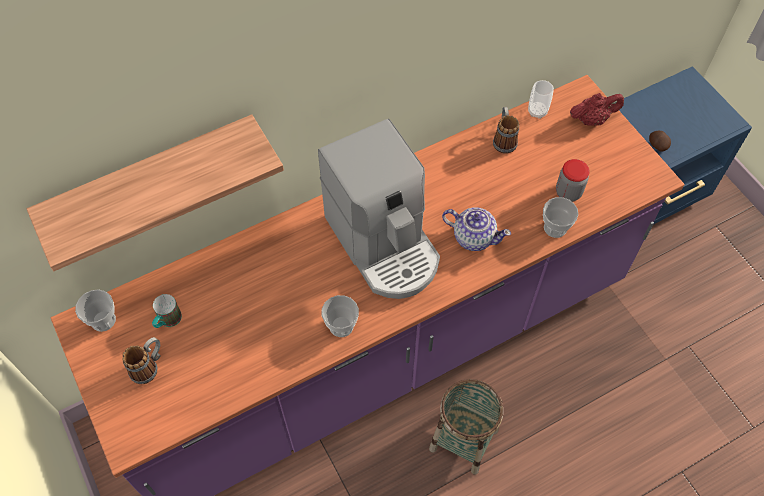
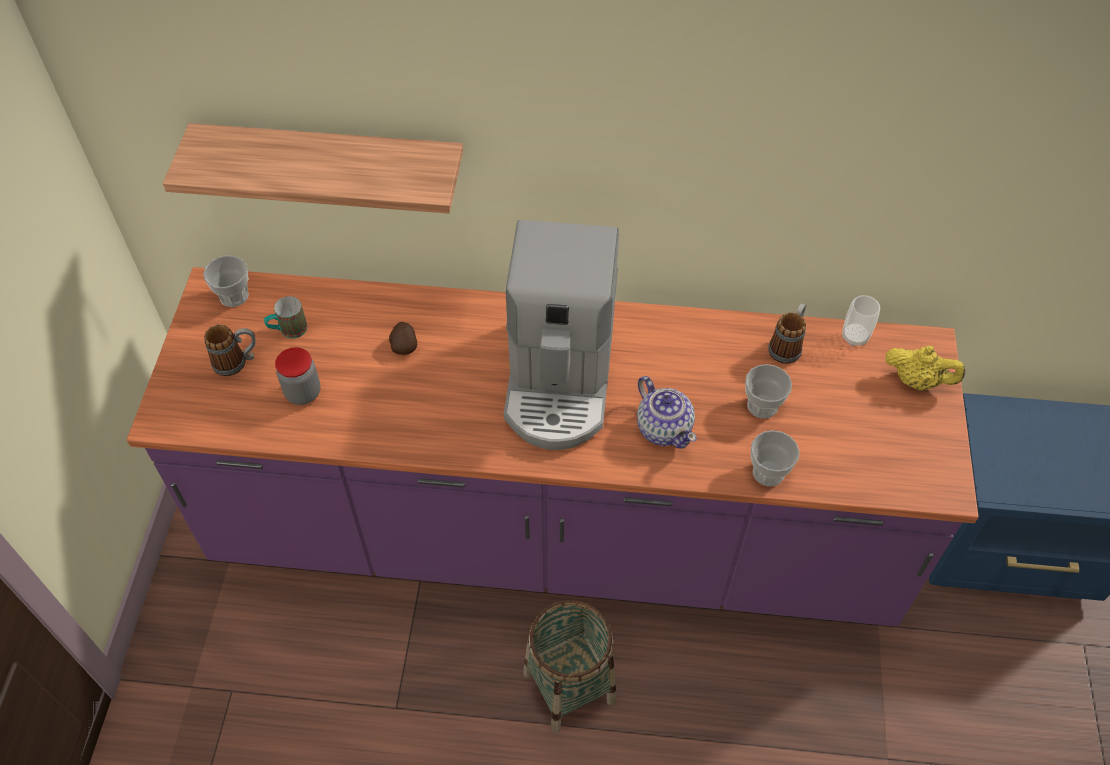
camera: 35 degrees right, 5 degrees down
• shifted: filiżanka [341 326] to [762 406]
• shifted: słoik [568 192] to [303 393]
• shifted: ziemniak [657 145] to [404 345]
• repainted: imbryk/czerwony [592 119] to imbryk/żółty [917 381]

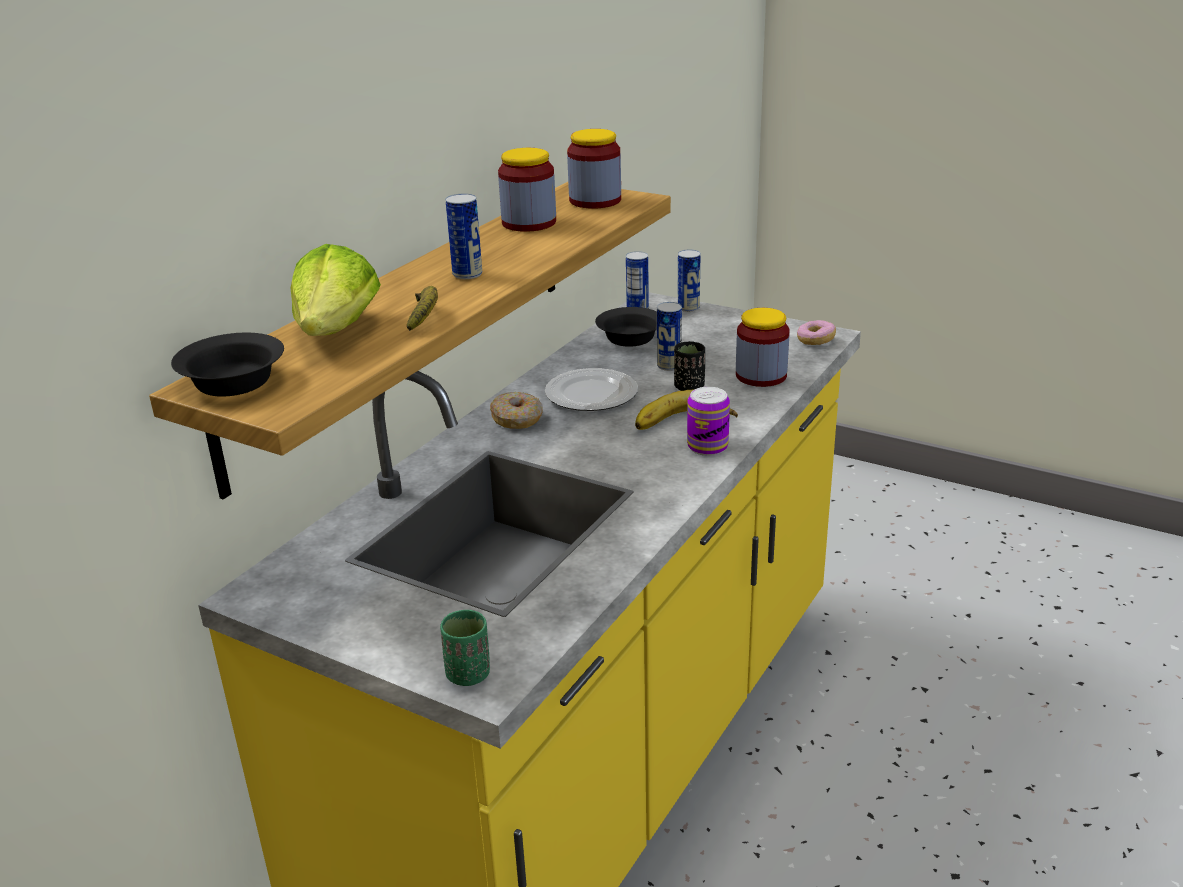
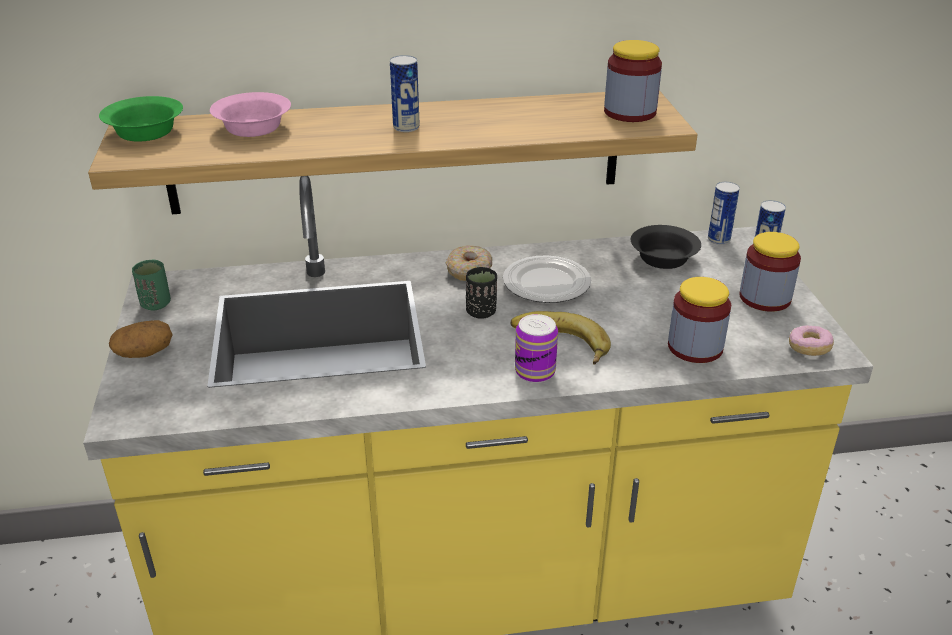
camera: 50 degrees right, 5 degrees up
• gone: banan [424 317]
• gone: puszka [669 366]
• new: ziemniak [144 353]
• shifted: filiżanka/zielony [468 675] to [156 304]
• shifted: słoik [529 223] to [765 298]
• shifted: filiżanka/czarny [689 387] to [481 312]
• swapped: sałata [337 331] to miska/różowy [255 128]
• repainted: miska/czarny [236 382] to miska/zielony [147 133]

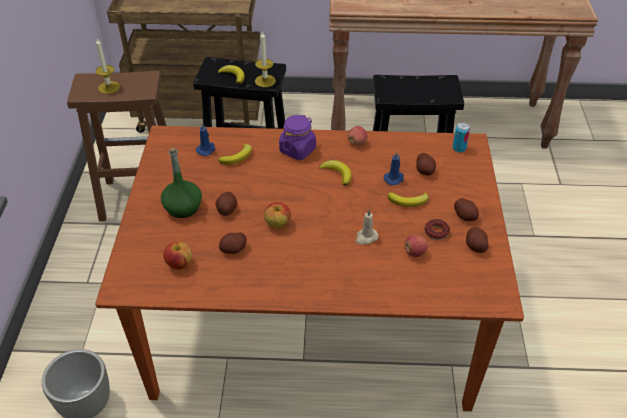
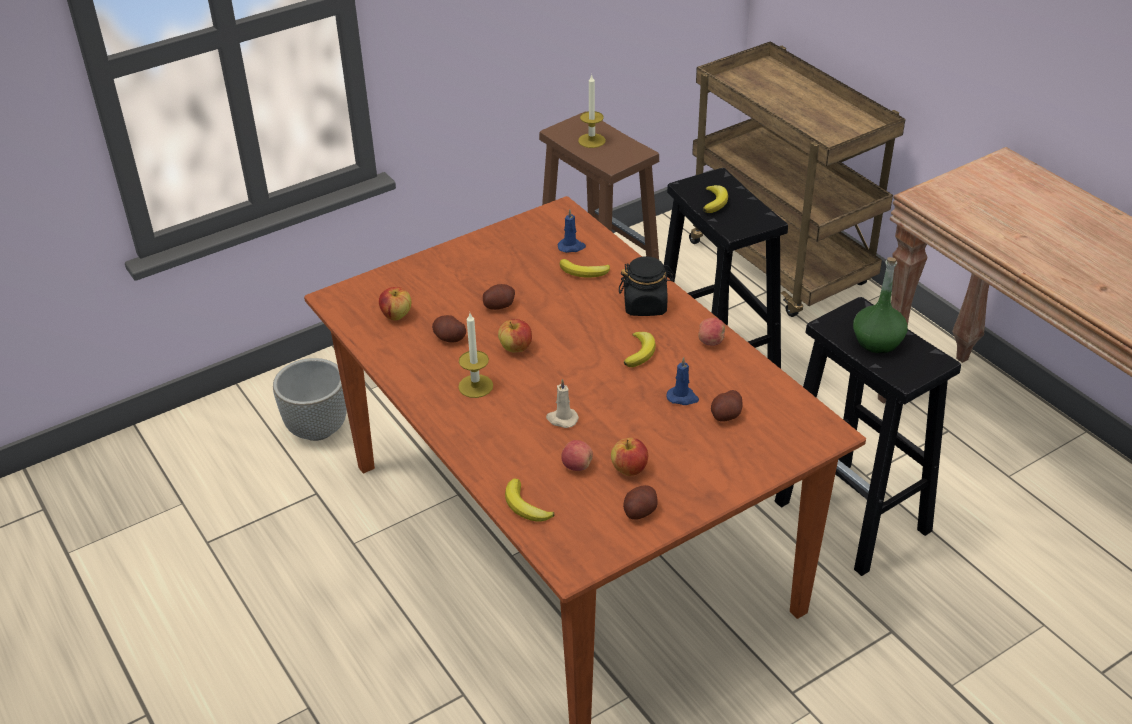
camera: 55 degrees right, 5 degrees down
• gone: puszka [459 148]
• gone: ziemniak [465 216]
• shifted: butelka/zielony [183 207] to [877 341]
• shifted: świeca [265 81] to [475 386]
• shifted: banan [408 201] to [525 506]
• swapped: donut [436 232] to jabłko [629 469]
• repainted: słoik/fioletowy [297 150] to słoik/czarny [645 305]

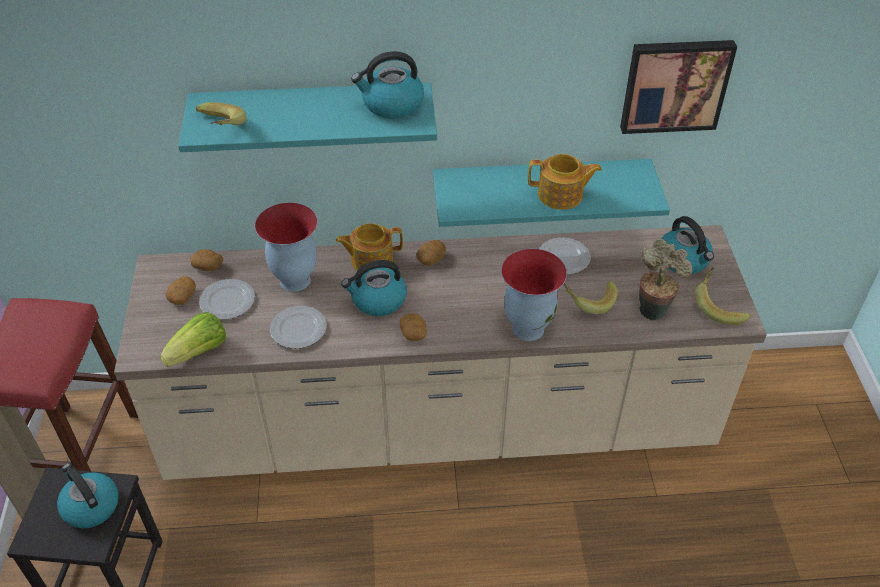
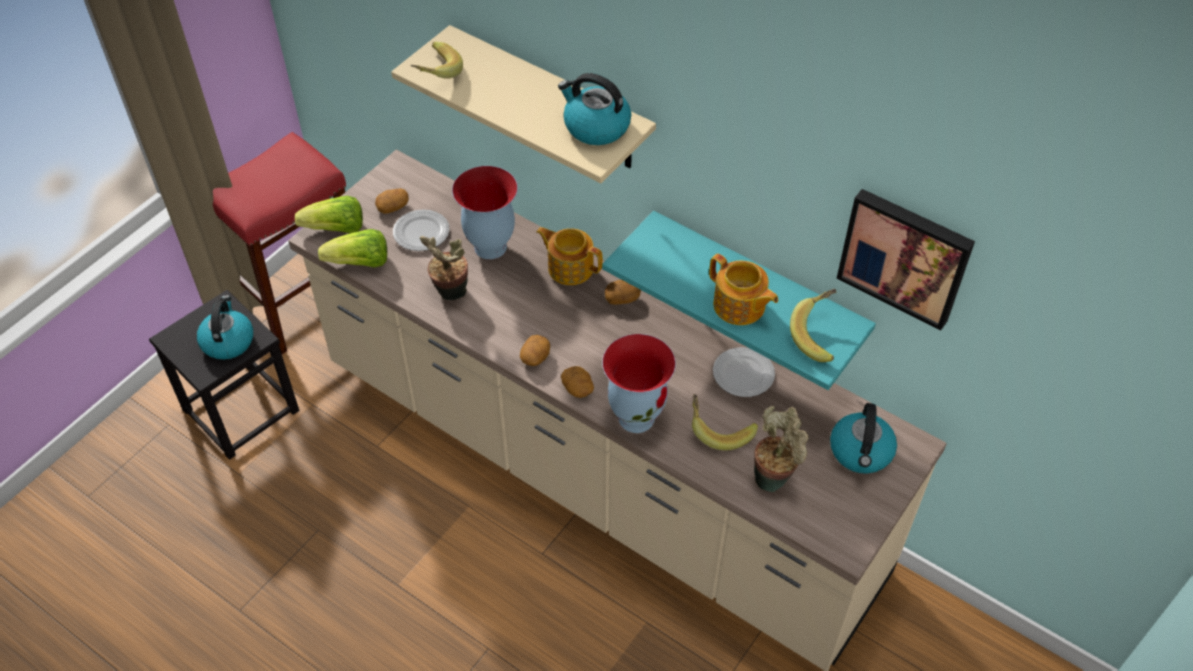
camera: 40 degrees right, 5 degrees up
• gone: czajnik [378 300]
• new: sałata [336 229]
• shifted: ziemniak [209 266] to [578 388]
• shifted: banan [719 306] to [819 335]
• swapped: talerz [299 330] to roślina doniczkowa [449 293]
• repainted: półka/turkusowy [313 115] to półka/beżowy [550 100]

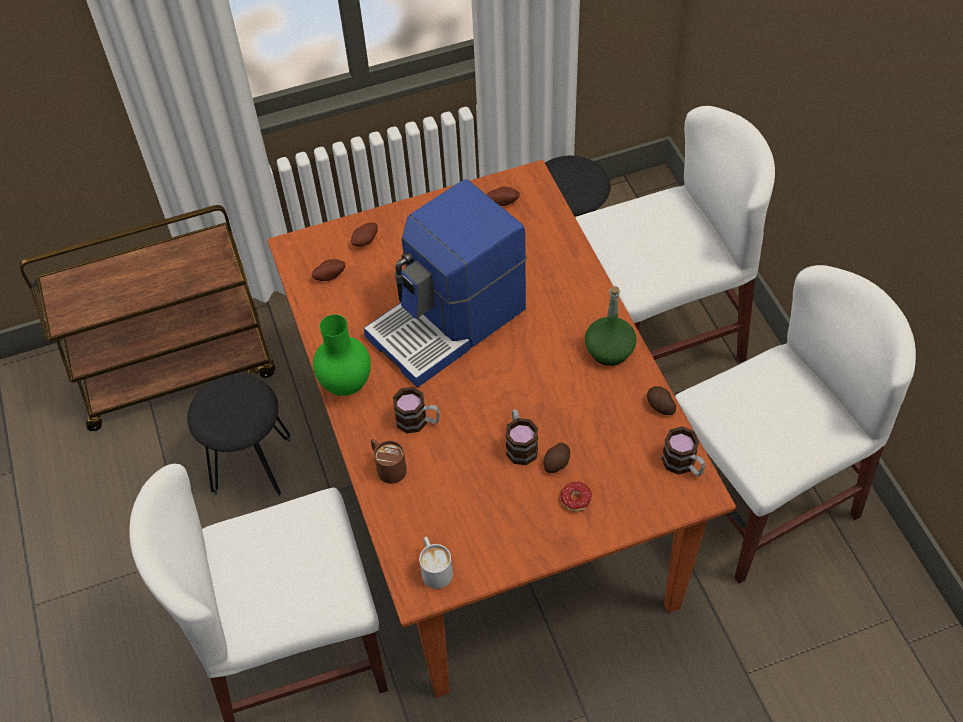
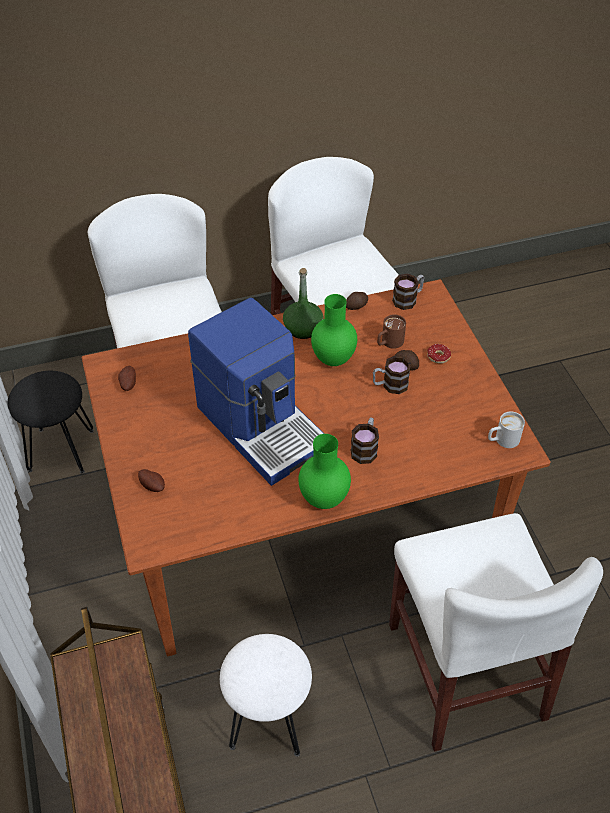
camera: 90 degrees left, 5 degrees down
• gone: ziemniak [329 275]
• new: wazon/zielony [333 359]
• shifted: kubek/brązowy [387 466] to [389 343]
• repainted: stołek/czarny [252 465] to stołek/biały [268 718]

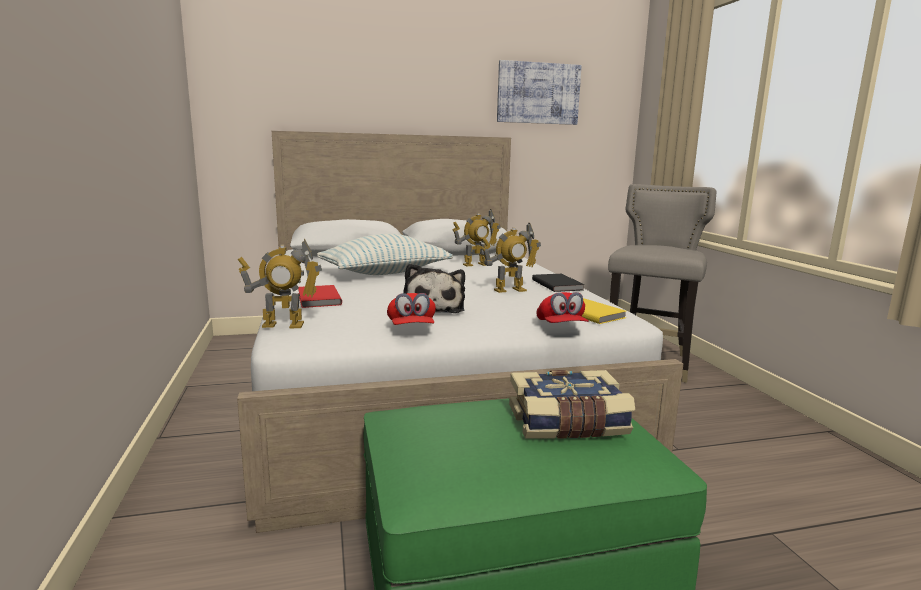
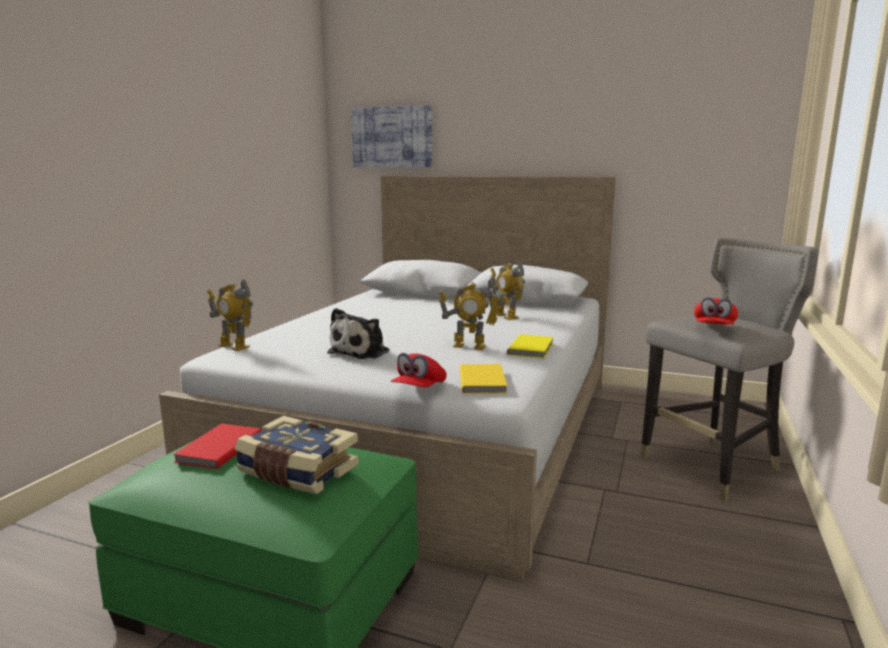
camera: 35 degrees right, 0 degrees up
• gone: poduszka [385 273]
• shifted: książka/czerwony [317 299] to [217 449]
• shifted: czapka z daszkiem/czerwony [411 329] to [714 329]
• shifted: obraz [538 93] to [392 137]
• repainted: książka/czarny [558 285] to książka/żółty [532 348]
• rotated: robot zabawkowy [476 264] = [506 316] 45 degrees clockwise

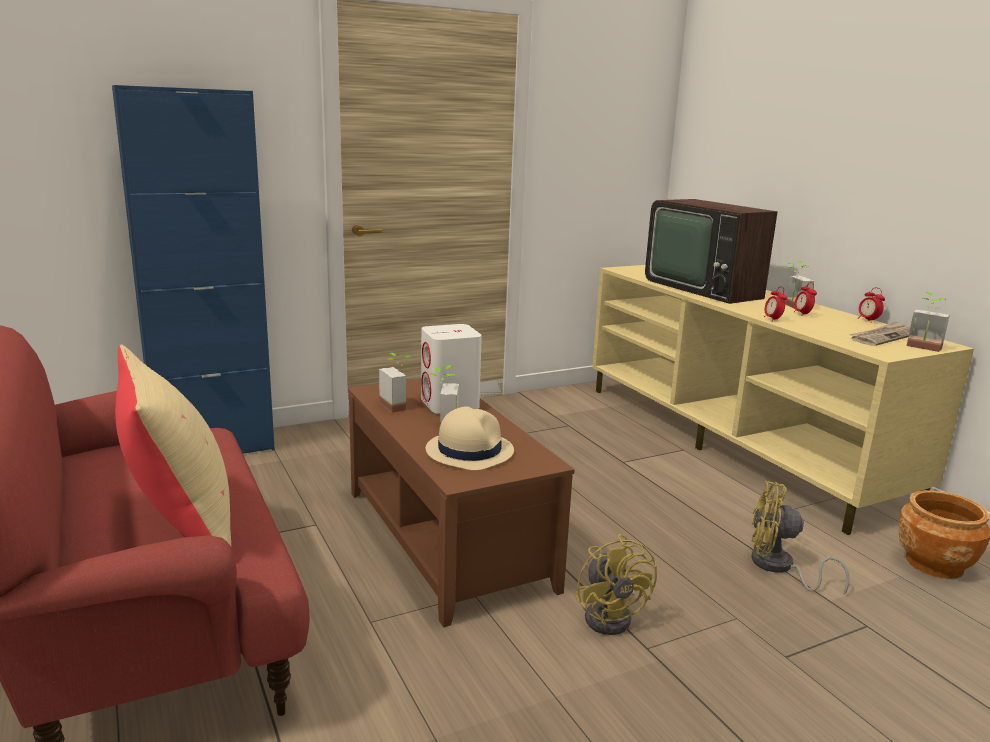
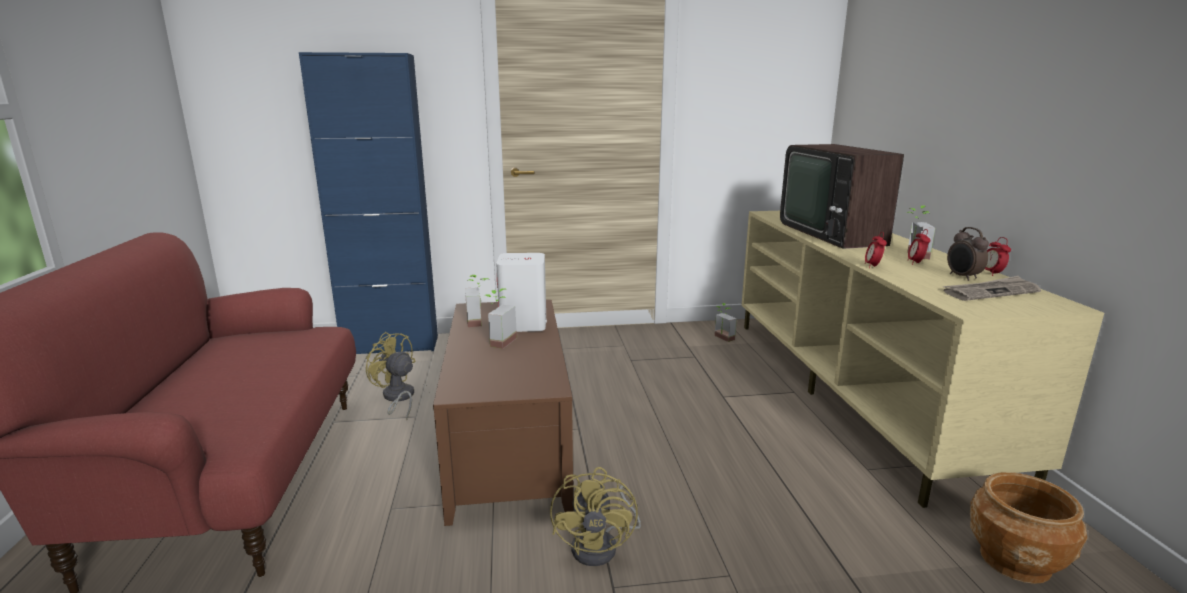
camera: 20 degrees right, 0 degrees up
• gone: poduszka/beżowy [180 525]
• gone: kapelusz/beżowy [469 450]
• new: budzik [962 277]
• shifted: wentylator/żółty [779 567] to [397 398]
• shifted: roślina doniczkowa [922 348] to [721 338]

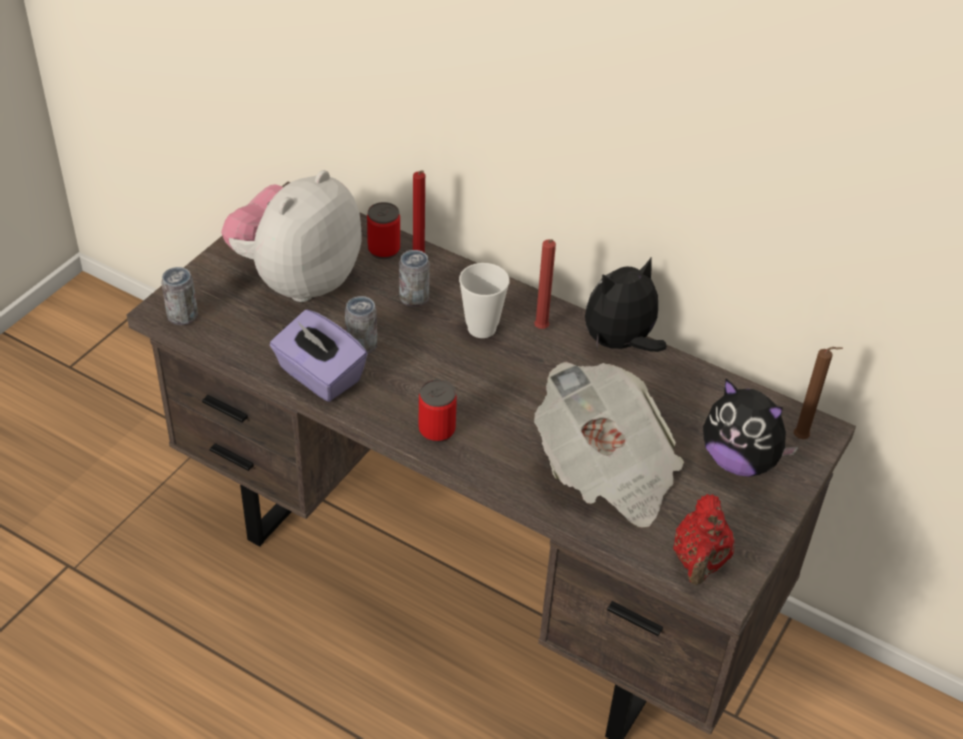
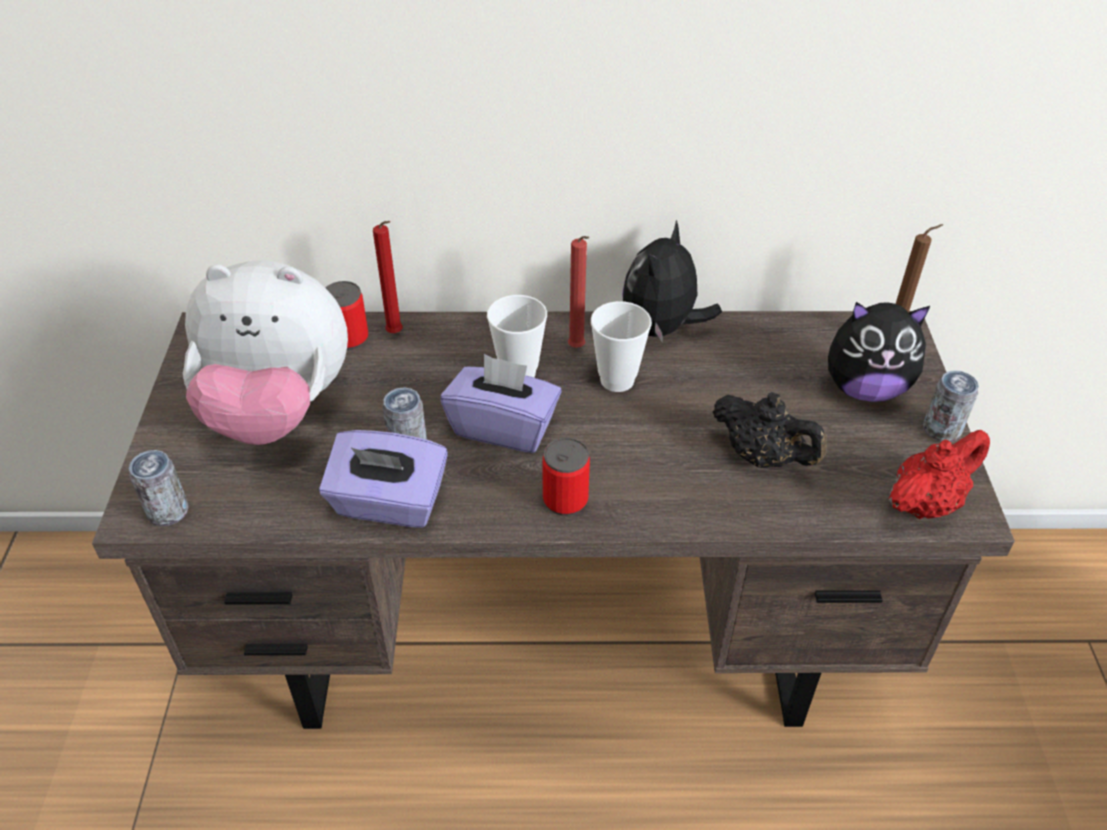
camera: 30 degrees left, 0 degrees up
• new: pudełko chusteczek/fioletowy [503 427]
• new: filiżanka [617 380]
• shifted: puszka [414 298] to [941 430]
• swapped: gazeta [606 470] to imbryk/czarny [763 457]
• rotated: pluszak [297 280] = [278 411] 90 degrees counterclockwise
• rotated: imbryk/czerwony [699 561] = [926 503] 105 degrees counterclockwise

